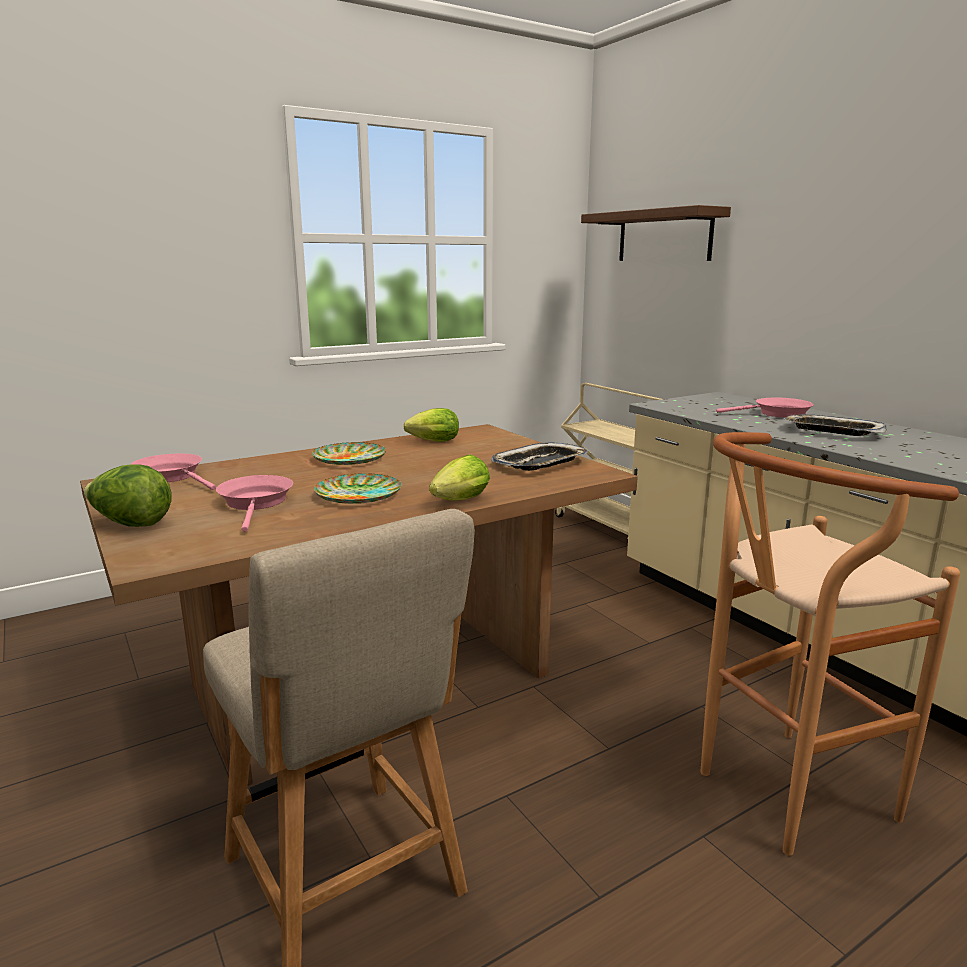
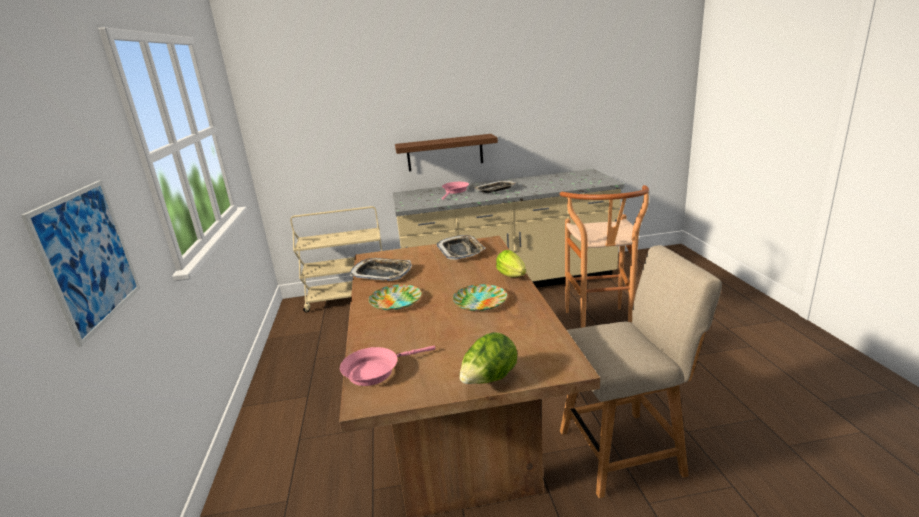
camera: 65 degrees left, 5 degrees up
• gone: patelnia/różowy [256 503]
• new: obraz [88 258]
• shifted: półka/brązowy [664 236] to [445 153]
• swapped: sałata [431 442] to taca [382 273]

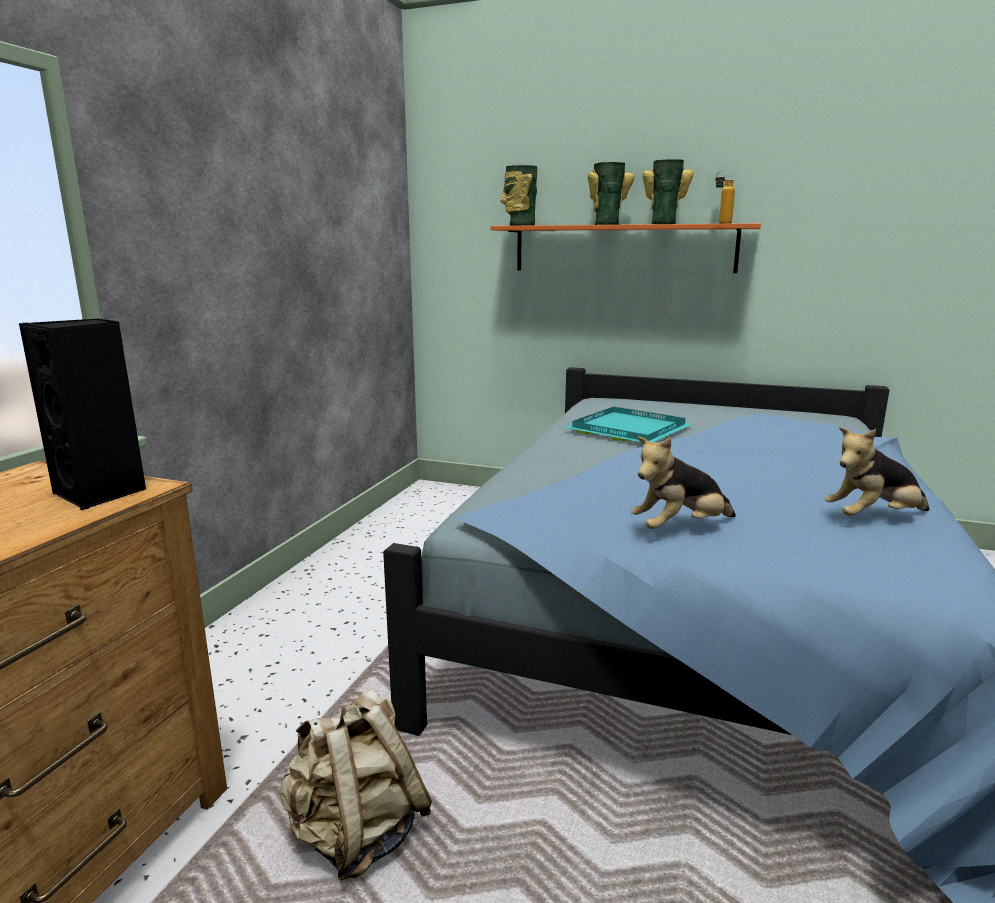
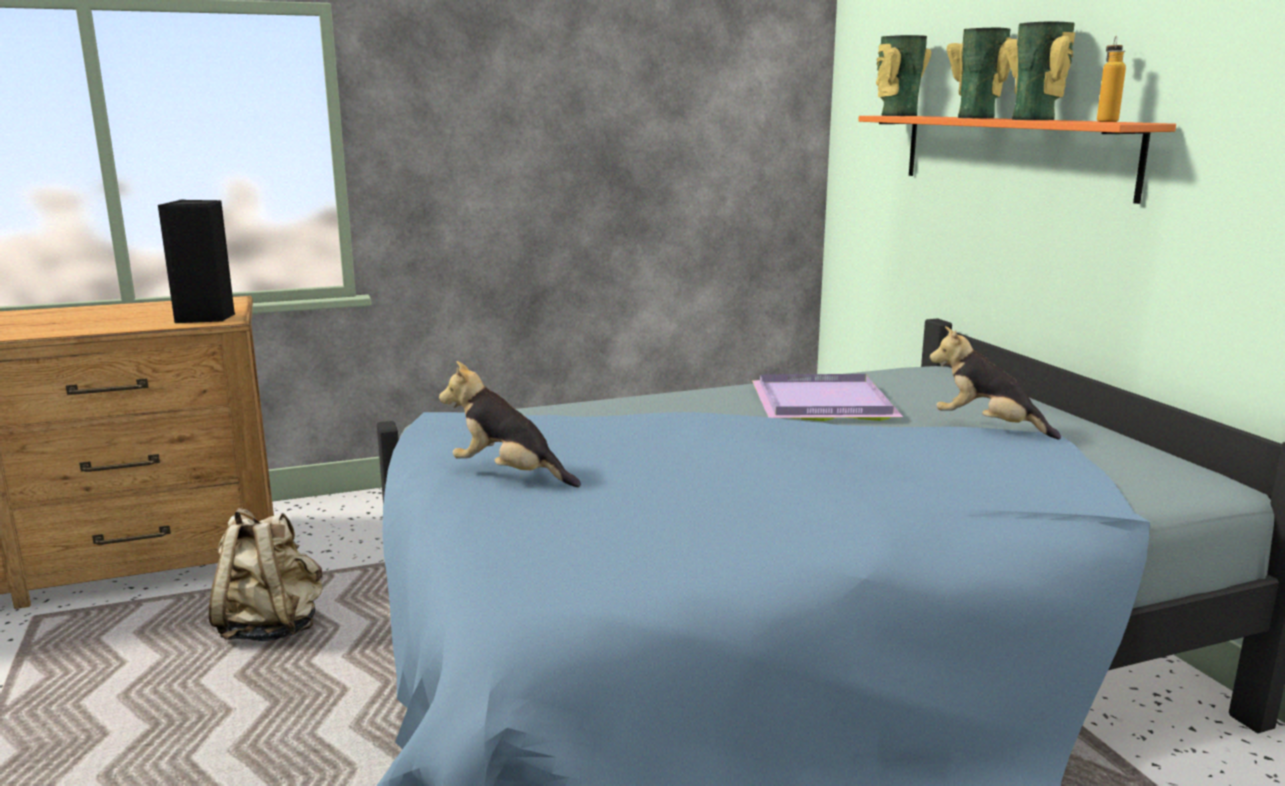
camera: 50 degrees right, 0 degrees up
• shifted: pluszak [874 518] to [987 427]
• repainted: taca/turkusowy [626 430] to taca/fioletowy [819 402]

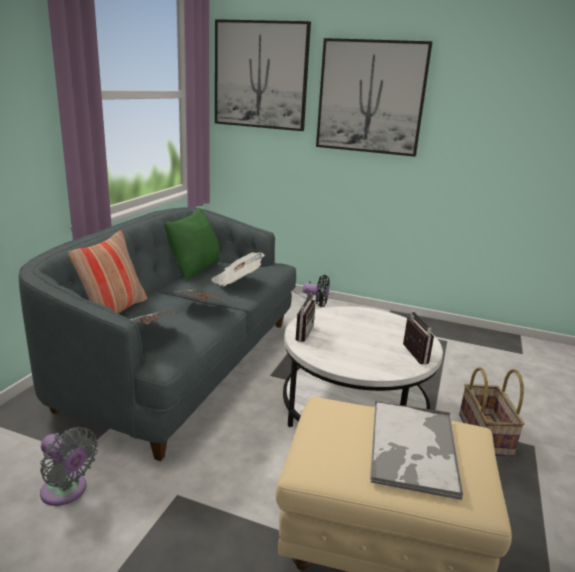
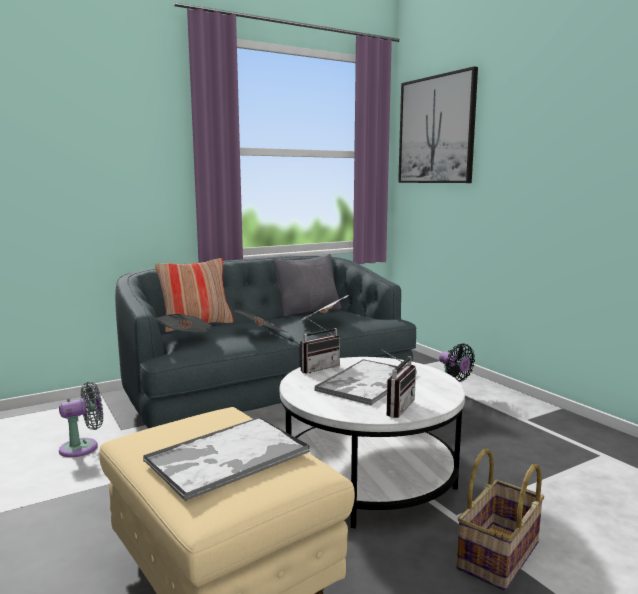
camera: 40 degrees right, 10 degrees down
• gone: obraz [370 97]
• new: taca [366 383]
• repainted: poduszka/zielony [195 269] to poduszka/szary [309 311]
• rotated: wentylator/szary [67 491] = [83 447] 105 degrees counterclockwise

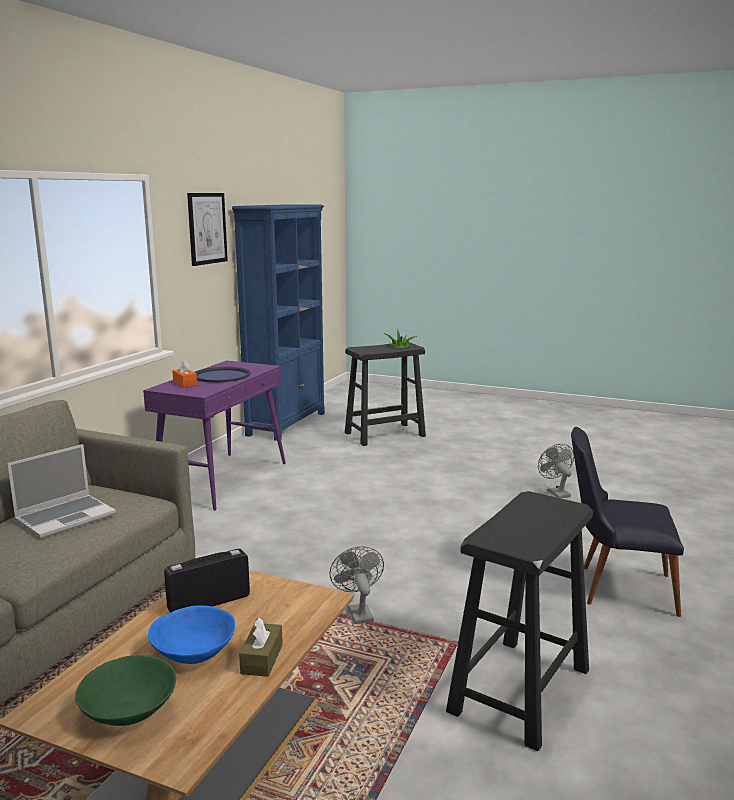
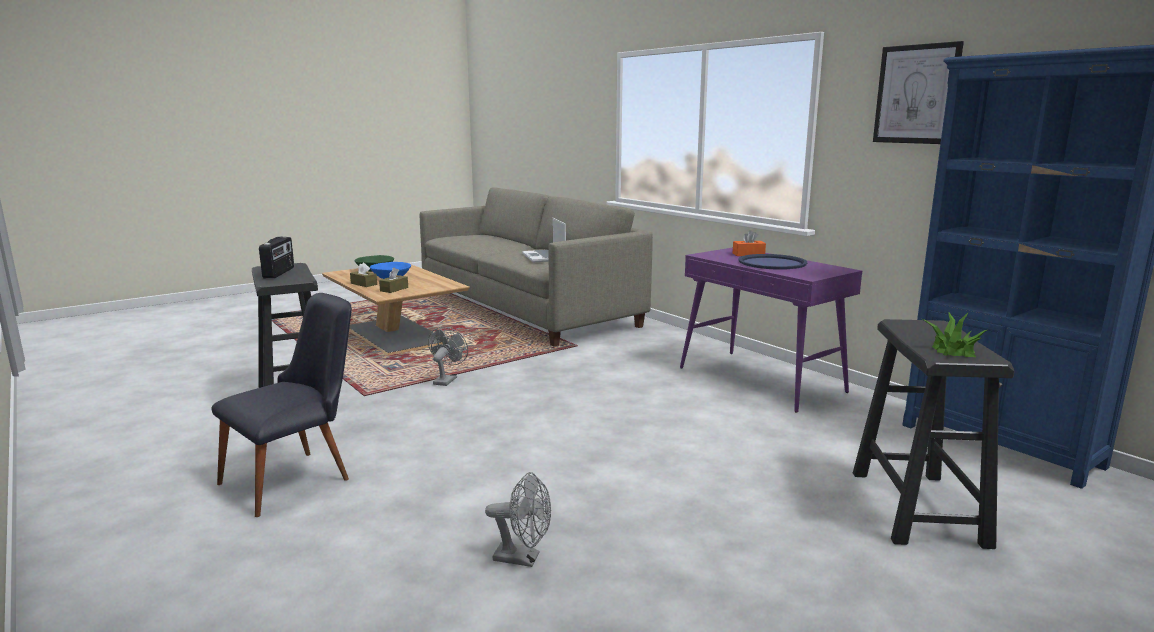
camera: 120 degrees right, 0 degrees up
• new: pudełko chusteczek/brązowy [394 289]
• shifted: radio [209 602] to [279 273]
• rotated: wentylator/szary [358 612] = [446 380] 90 degrees counterclockwise

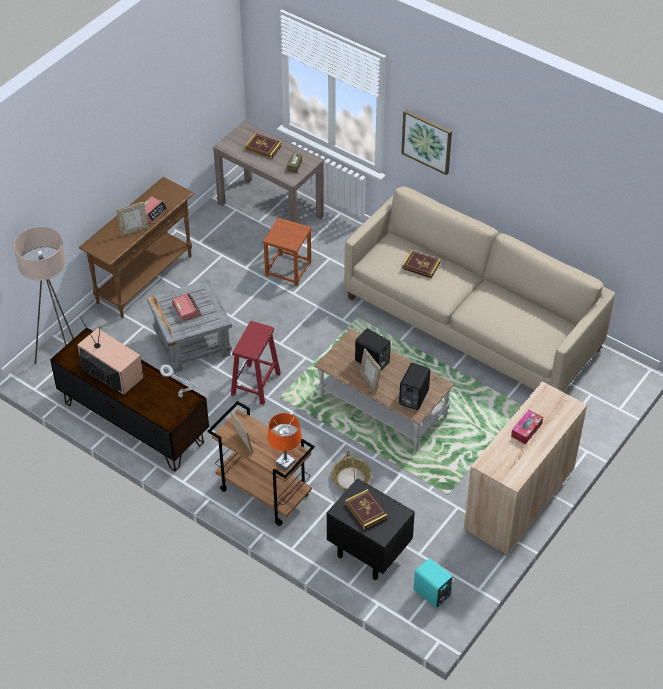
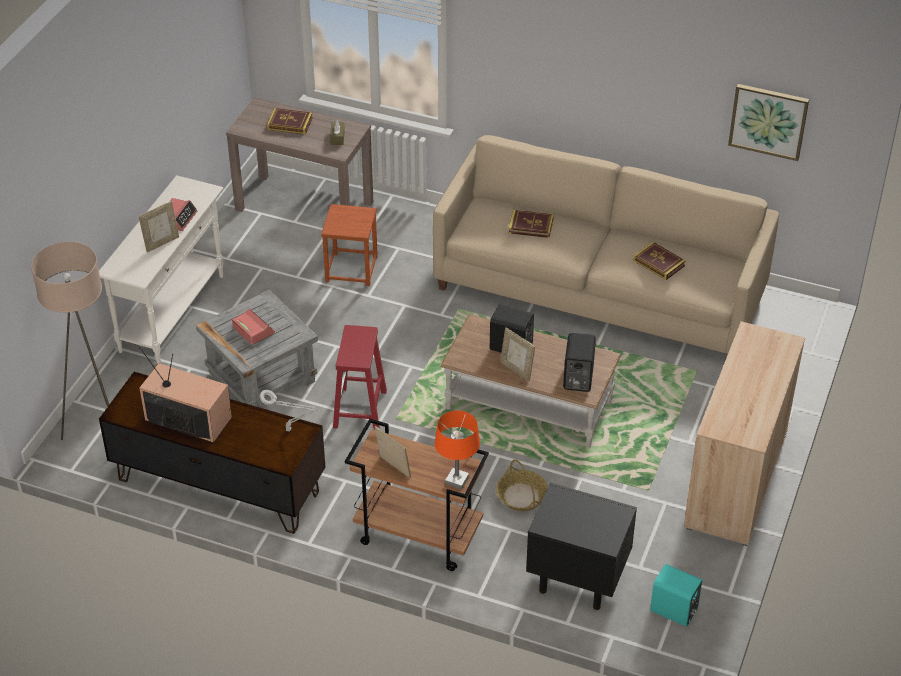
camera: 15 degrees left, 5 degrees down
• gone: pudełko chusteczek [526 430]
• shifted: książka [366 511] to [659 263]
• shifted: obraz [427 141] to [768 121]
• repainted: stolik konsolowy/brązowy [145 279] to stolik konsolowy/biały [173 313]

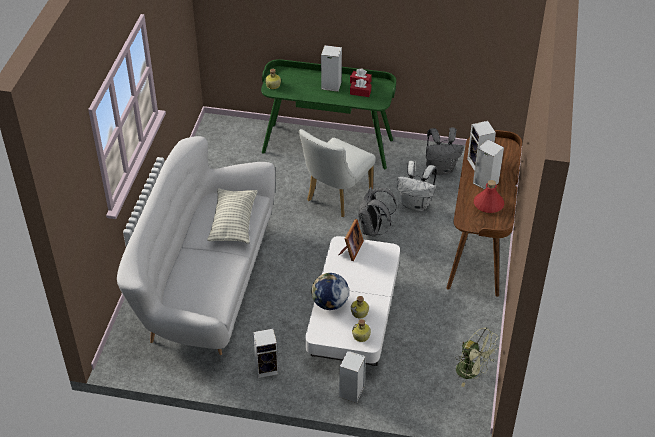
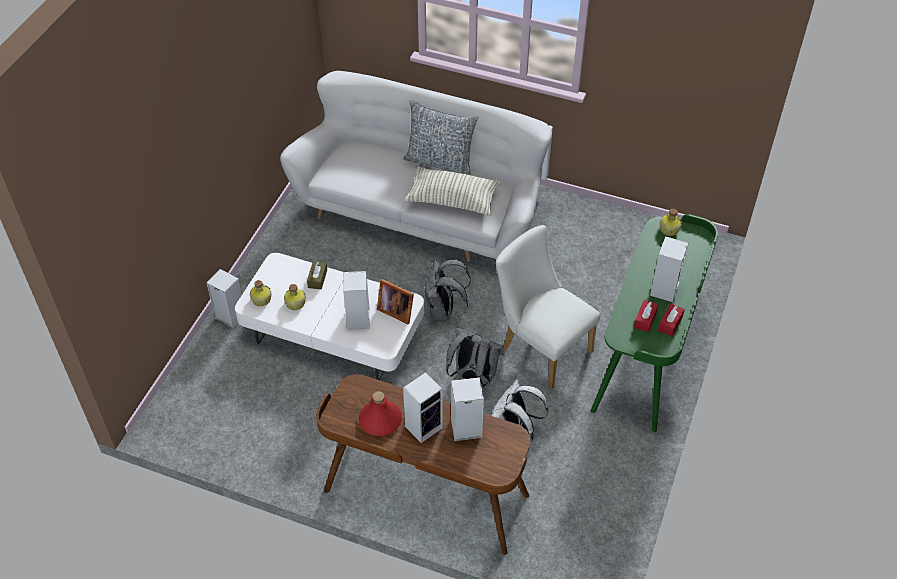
camera: 100 degrees right, 5 degrees up
• gone: wentylator/zielony [472 372]
• new: poduszka [440 162]
• shifted: głośnik [267 368] to [359 320]
• shifted: plecak/szary [440 169] to [443 311]
• swapped: globus [329 303] to pudełko chusteczek/brązowy [317 279]

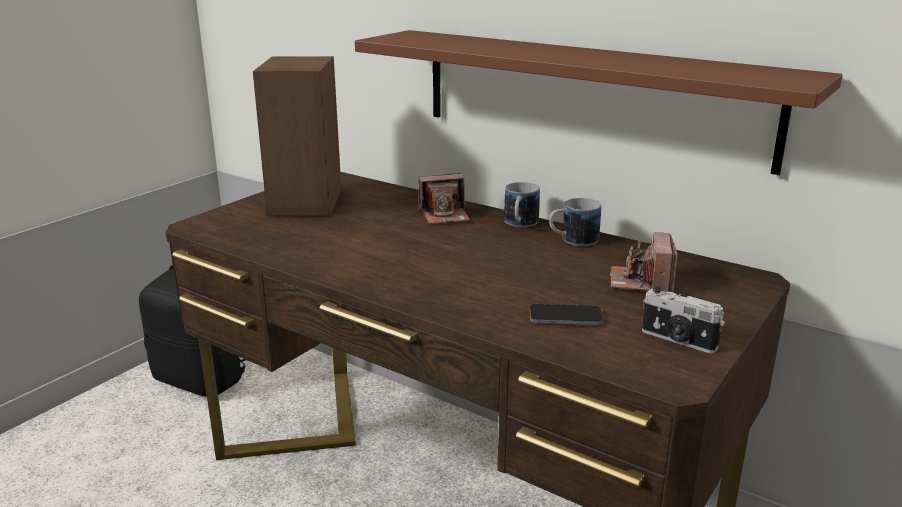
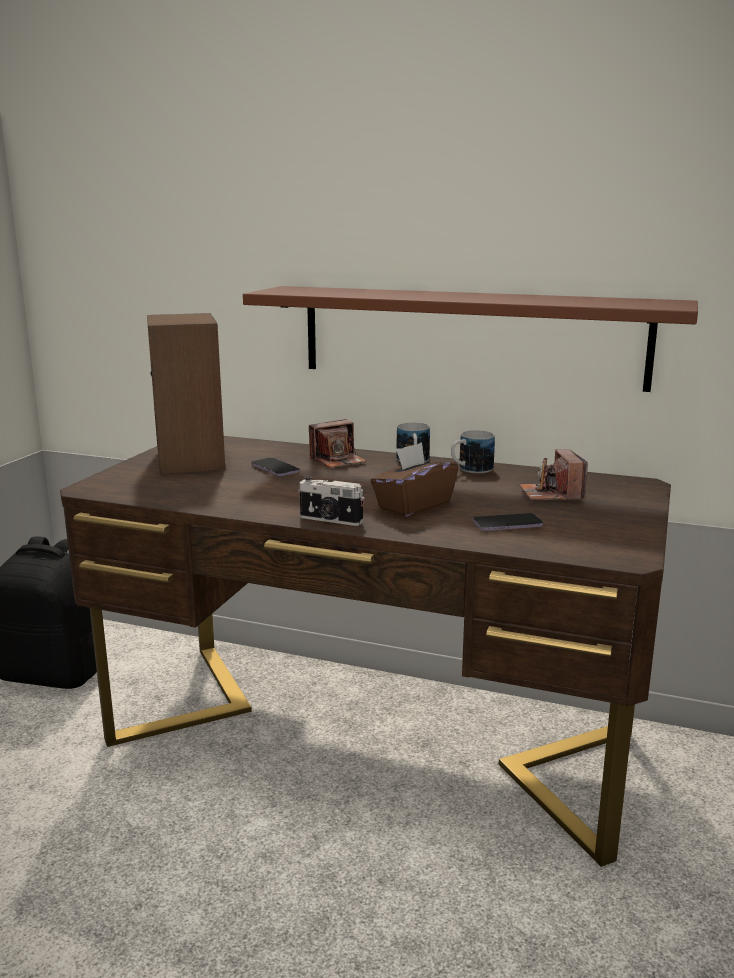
camera: 15 degrees left, 5 degrees down
• new: telefon [275 469]
• new: pudełko chusteczek/brązowy [413 506]
• shifted: aparat fotograficzny [678 340] to [330 520]

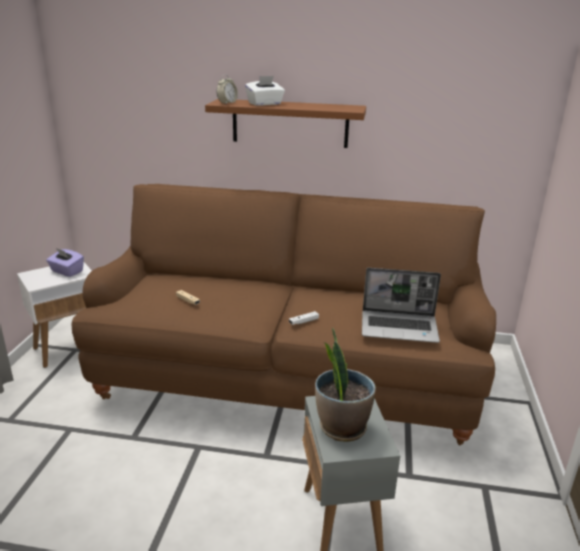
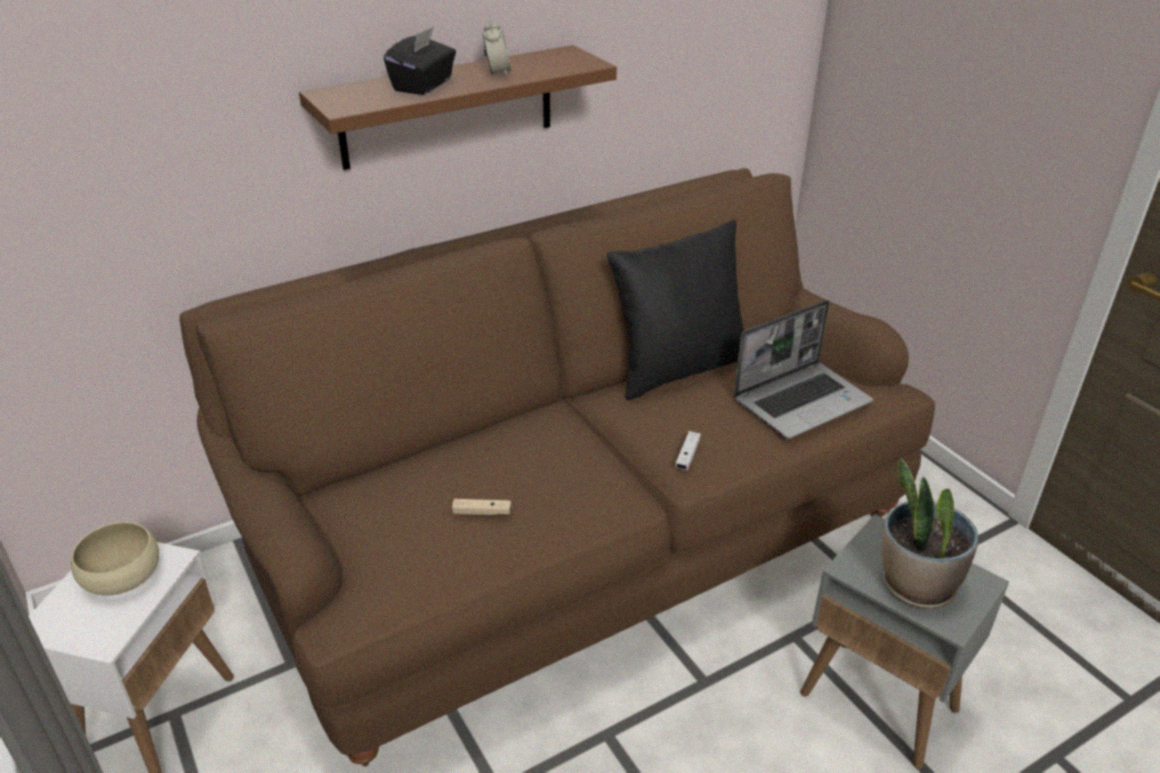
camera: 40 degrees left, 10 degrees up
• new: poduszka/czarny [678 369]
• shifted: budzik [227 103] to [497 73]
• swapped: pudełko chusteczek/fioletowy [66 271] to miska/beżowy [122 575]
• repainted: pudełko chusteczek/biały [265 104] to pudełko chusteczek/czarny [423 85]

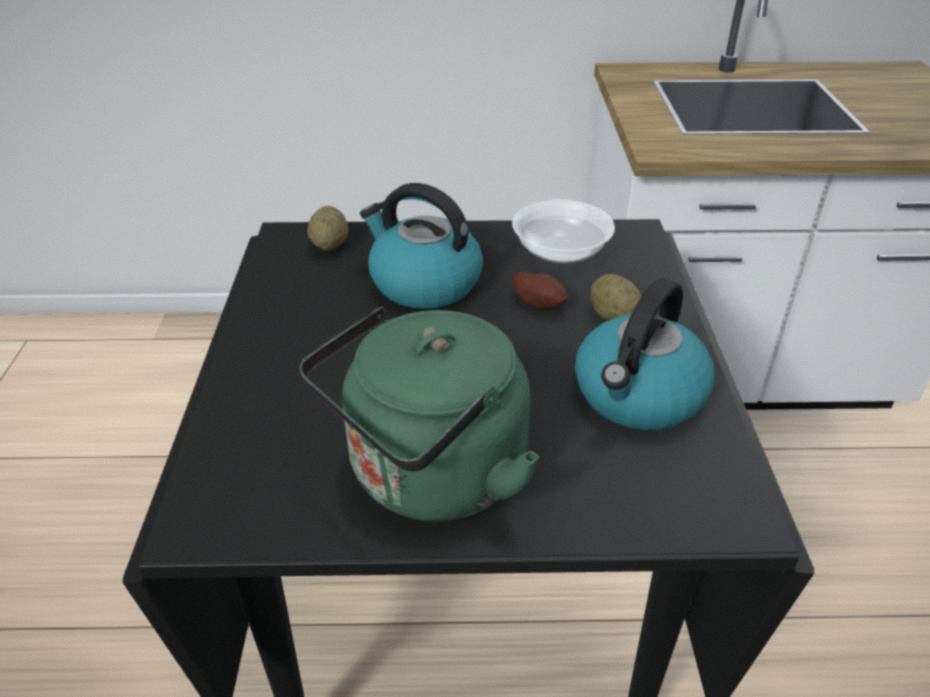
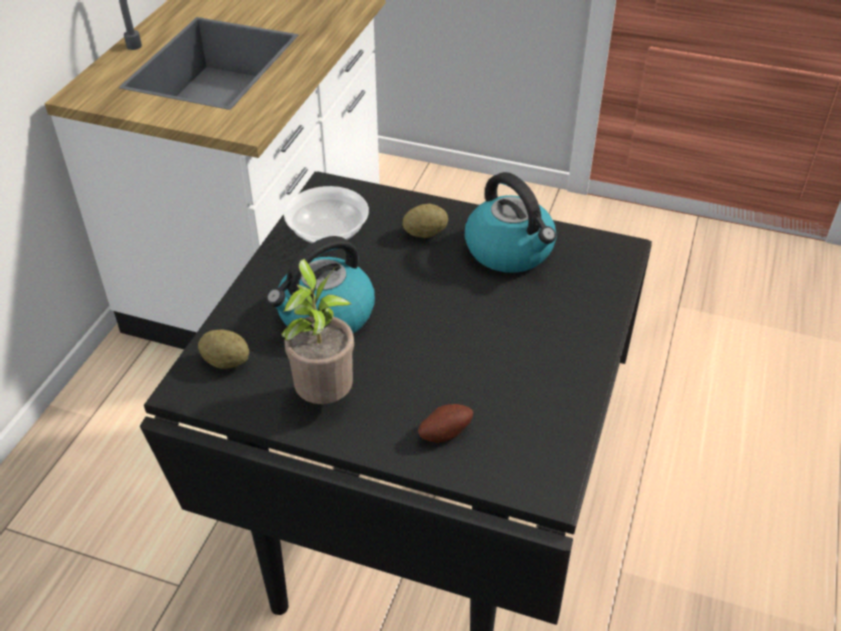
camera: 70 degrees left, 5 degrees up
• gone: czajnik/zielony [430 477]
• new: roślina doniczkowa [324 396]
• shifted: ziemniak [539 303] to [444 432]

